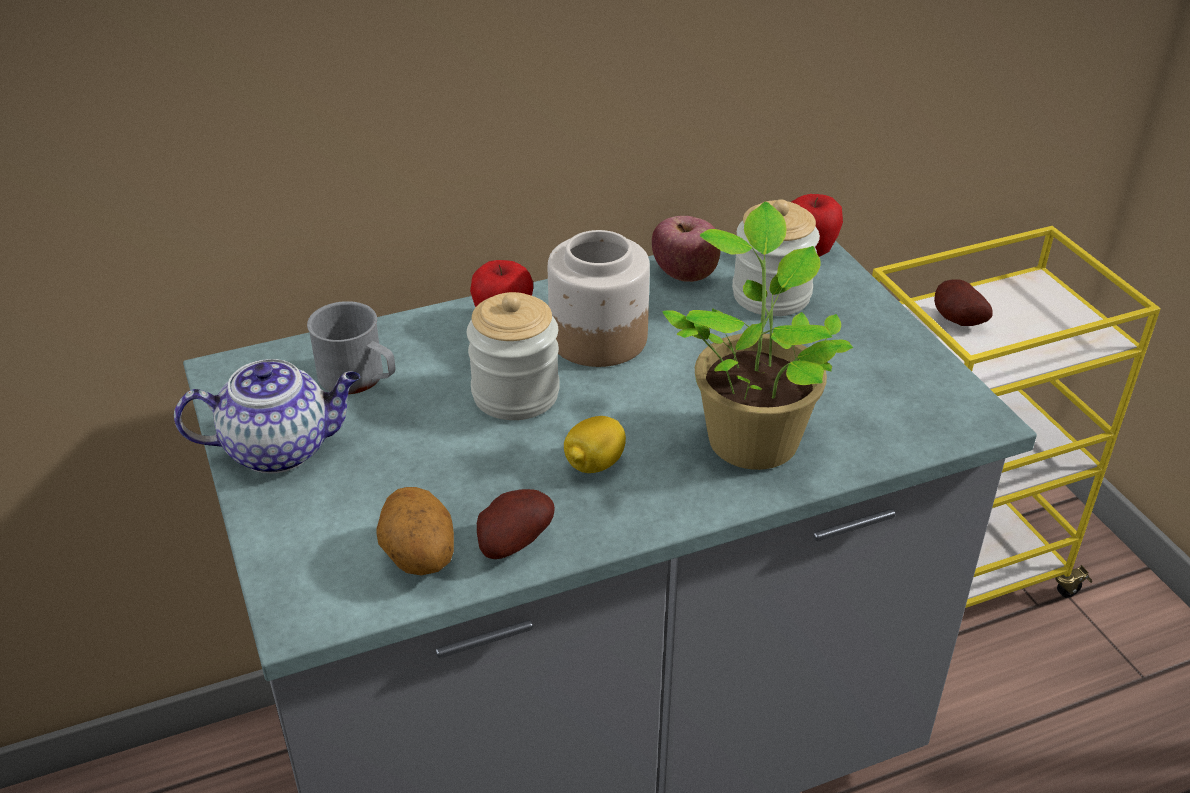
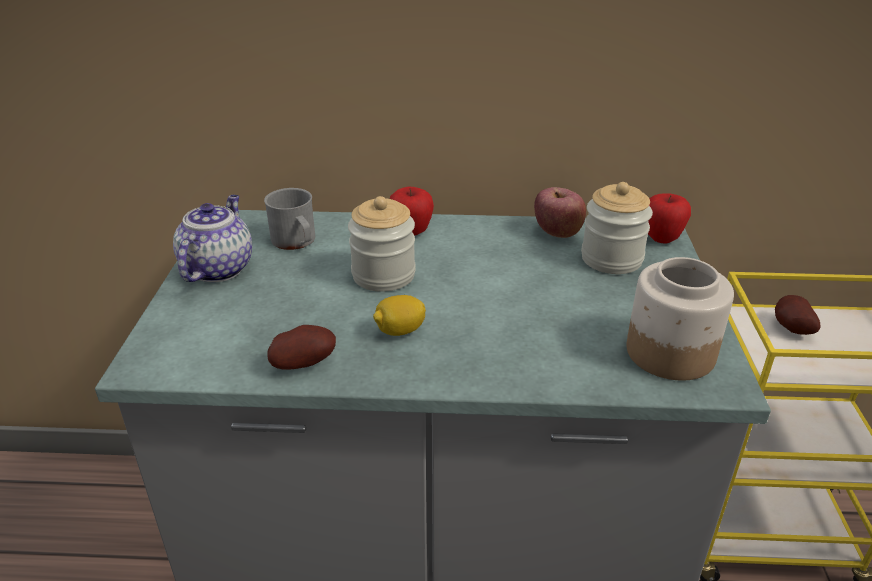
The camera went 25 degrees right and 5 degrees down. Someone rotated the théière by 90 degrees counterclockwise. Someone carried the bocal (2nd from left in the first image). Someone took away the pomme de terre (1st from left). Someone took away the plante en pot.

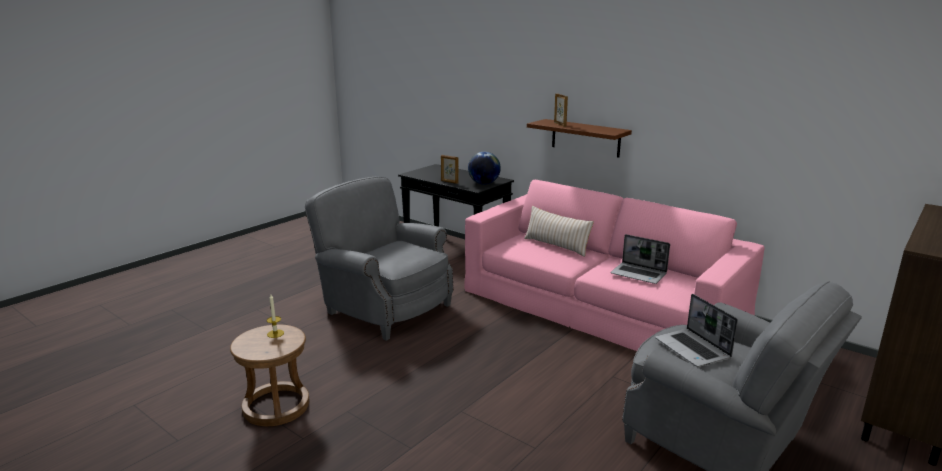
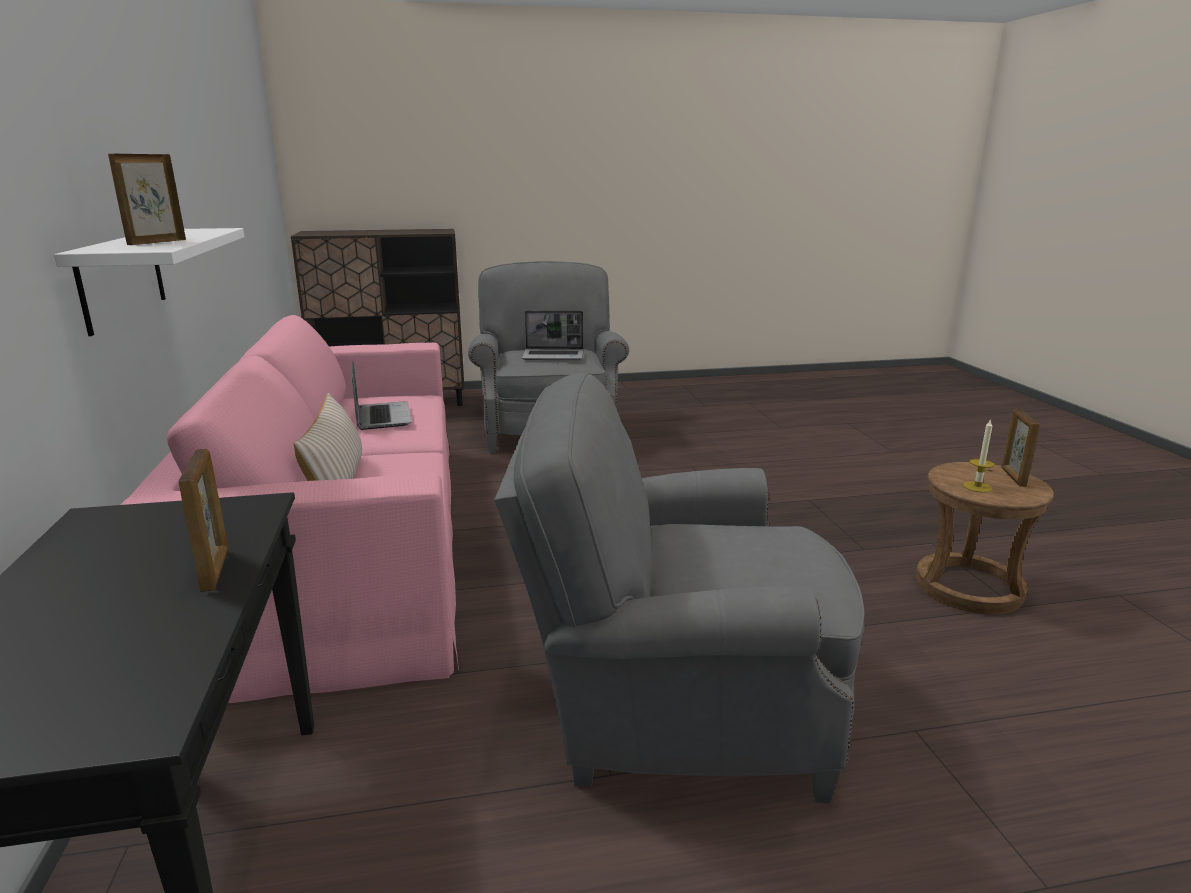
The camera went 140 degrees left and 0 degrees up. Someone repainted the étagère (marron), which became the étagère (blanc). Someone rotated the fauteuil (gris) (1st from left in the first image) by 105 degrees clockwise. Someone rotated the ordinateur portable (2nd from left) by 75 degrees clockwise. Someone put down the cadre photo (3rd from left). Someone took away the globe.

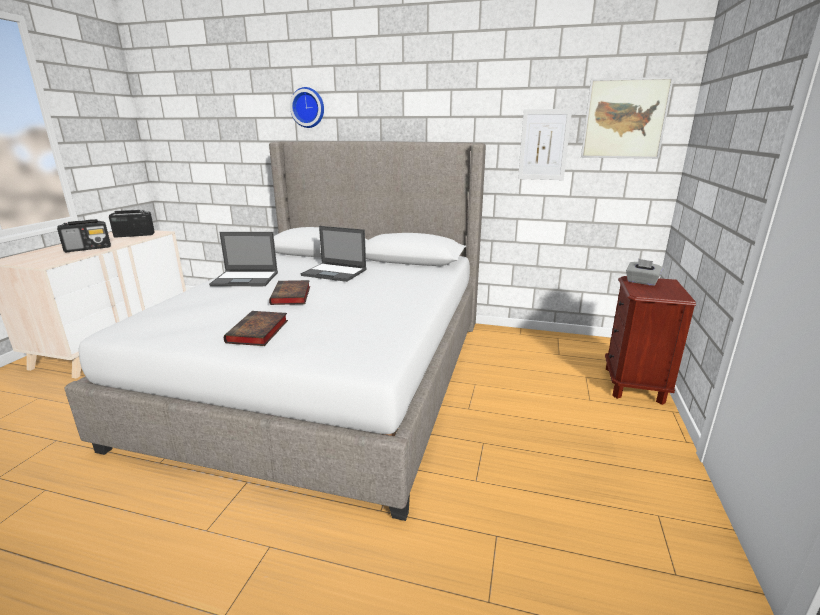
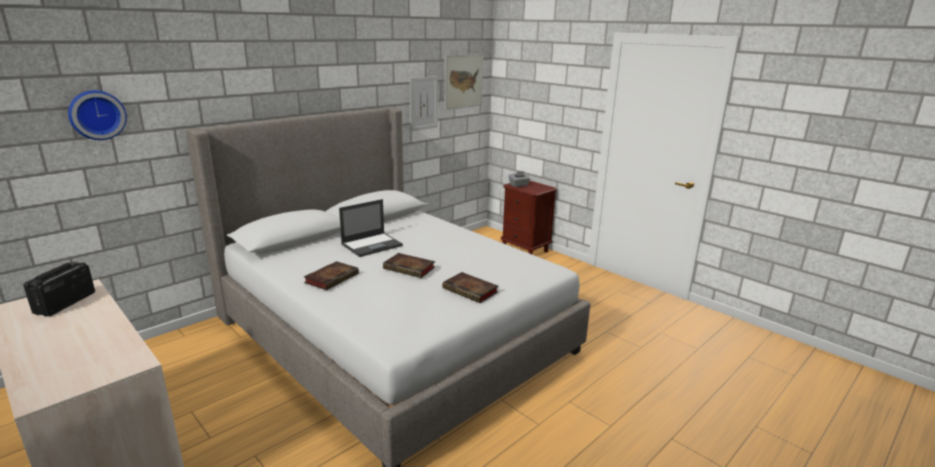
The camera went 60 degrees left and 0 degrees up. Someone carried the horloge murale. Someone swapped the ordinateur portable (1st from left) for the livre (1st from left). Someone took away the radio (1st from left).

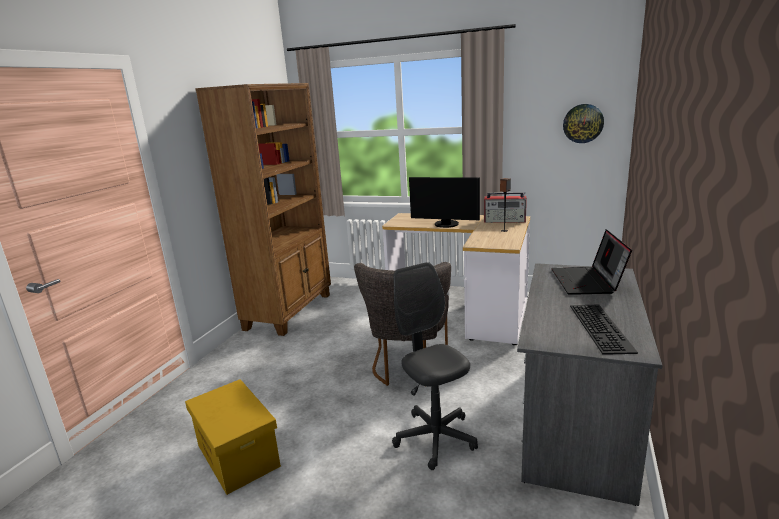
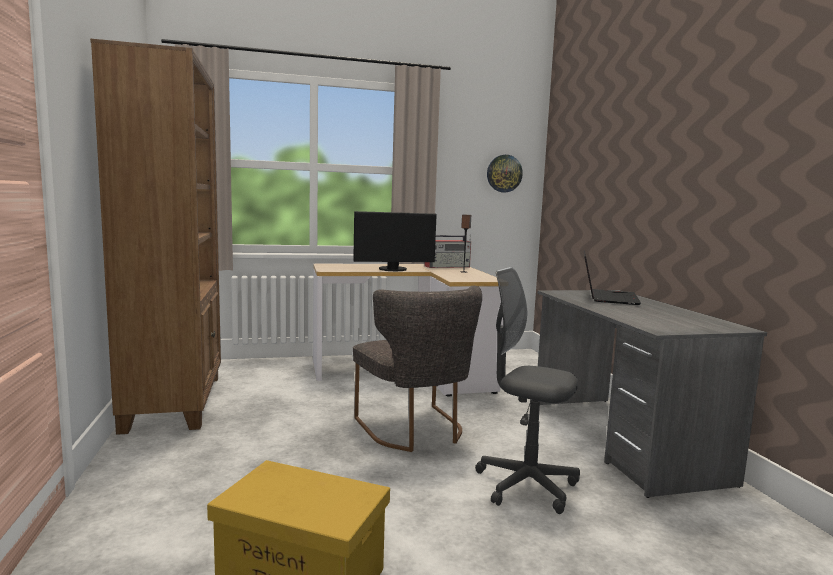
The camera went 35 degrees left and 10 degrees down. Someone rotated the ordinateur portable by 135 degrees counterclockwise. Someone took away the clavier.

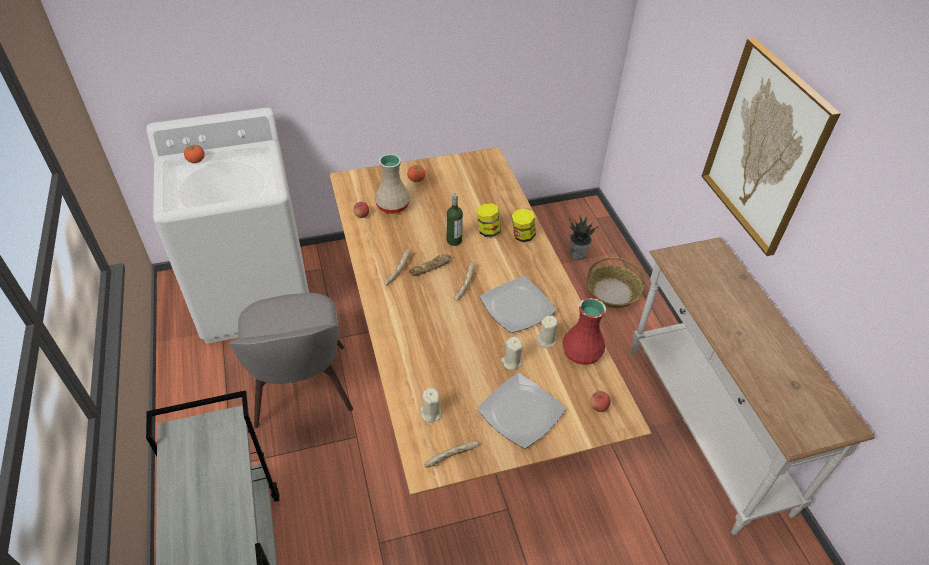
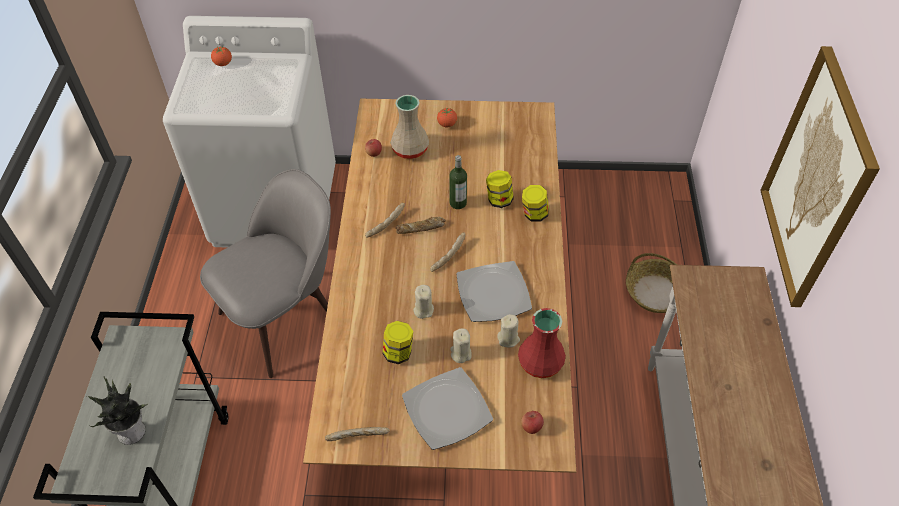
The camera went 20 degrees right and 5 degrees up. Someone carried the plante en pot. Someone rotated the chaise (gris) by 135 degrees counterclockwise. Someone put down the bocal (1st from left). Someone carried the bougie (beige) (1st from left).

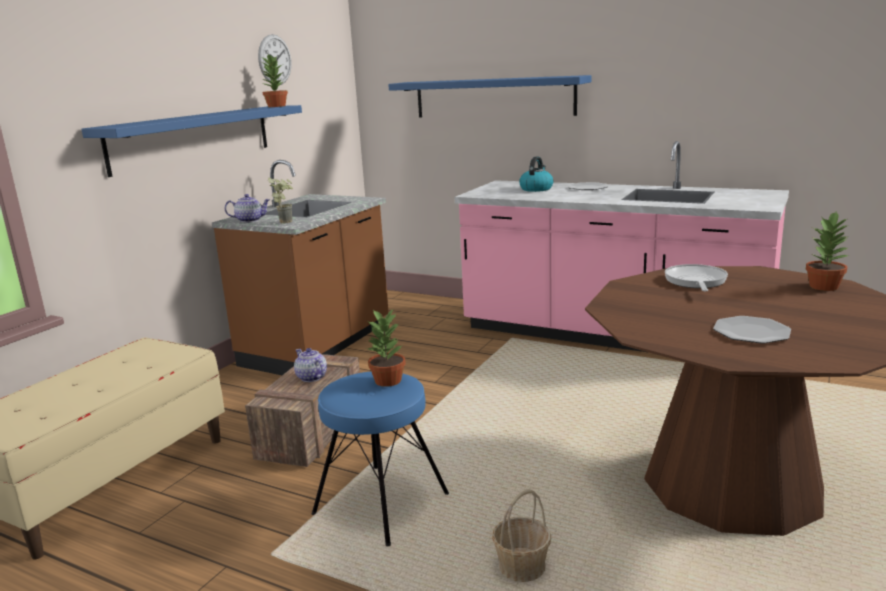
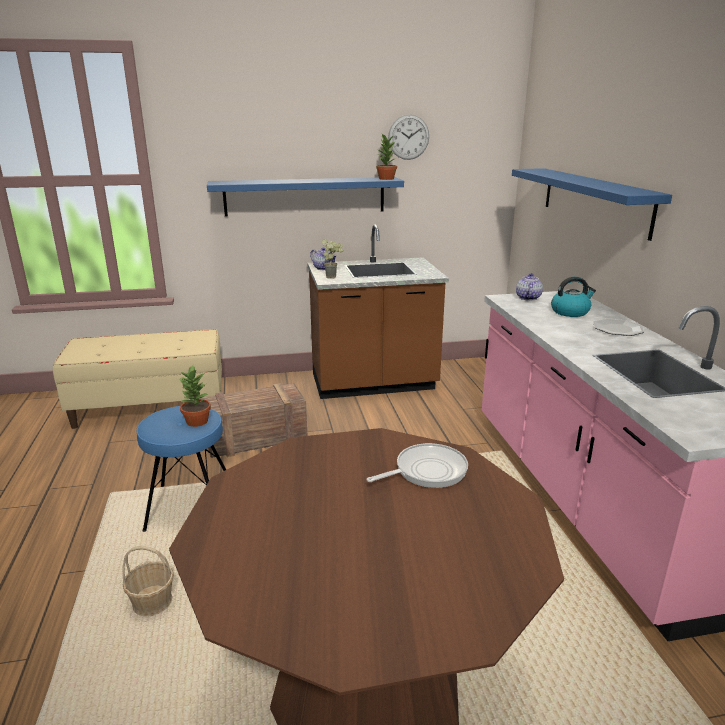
The camera went 50 degrees right and 5 degrees up. Someone carried the théière (2nd from left). Someone took away the assiette (2nd from left). Someone took away the plante en pot (4th from left).

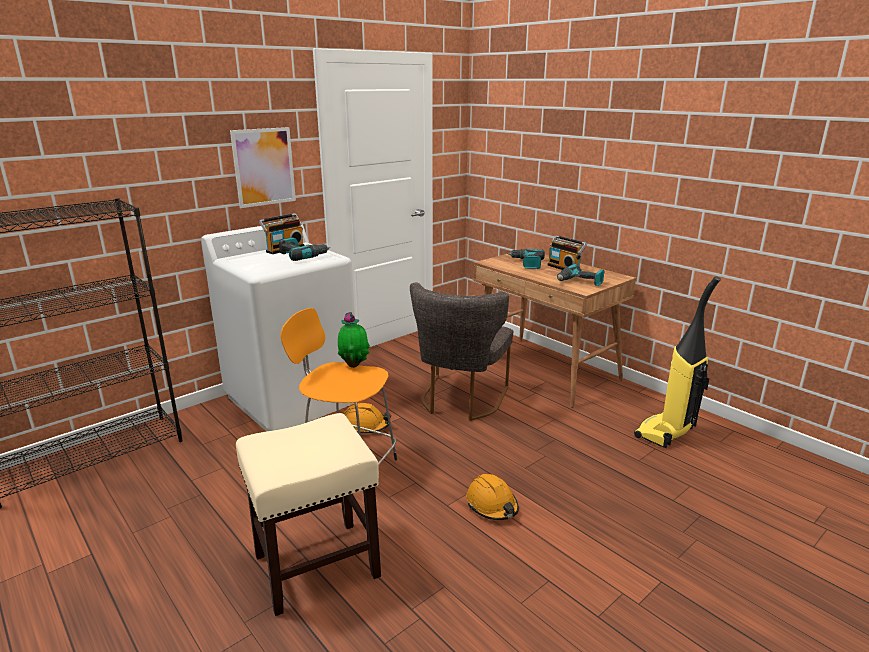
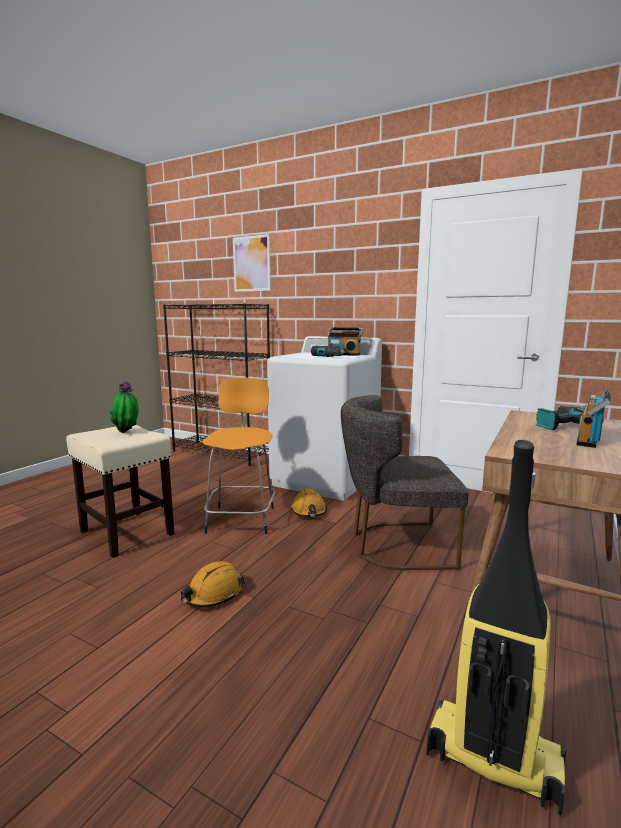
The camera went 70 degrees right and 10 degrees down. Someone carried the plante en pot. Someone carried the tableau. Someone took away the perceuse (3rd from left).

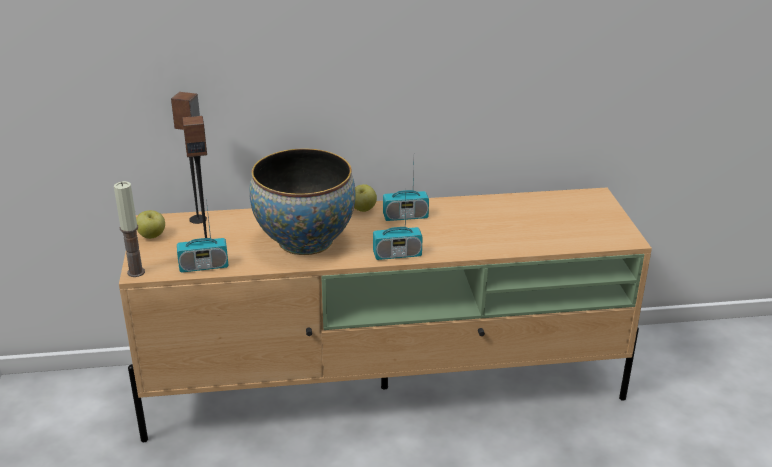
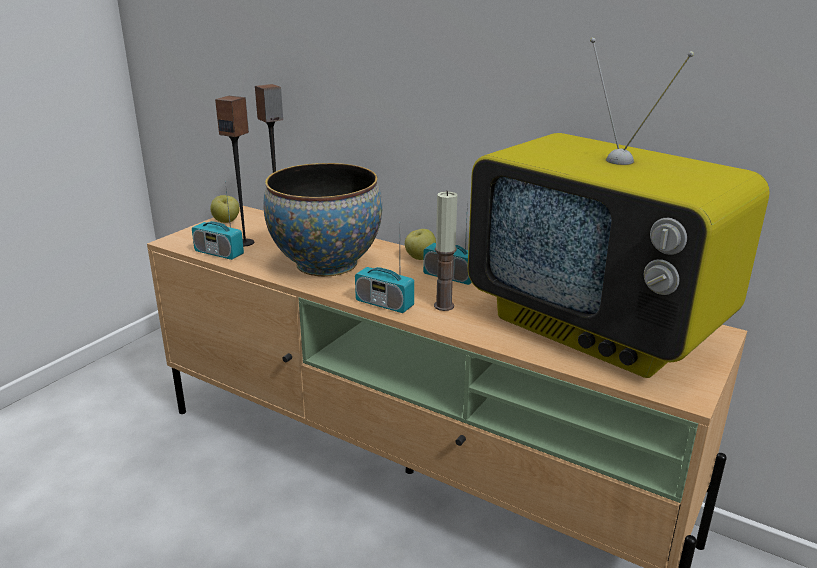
The camera went 40 degrees right and 5 degrees down. Someone carried the bougie. Someone put down the téléviseur.

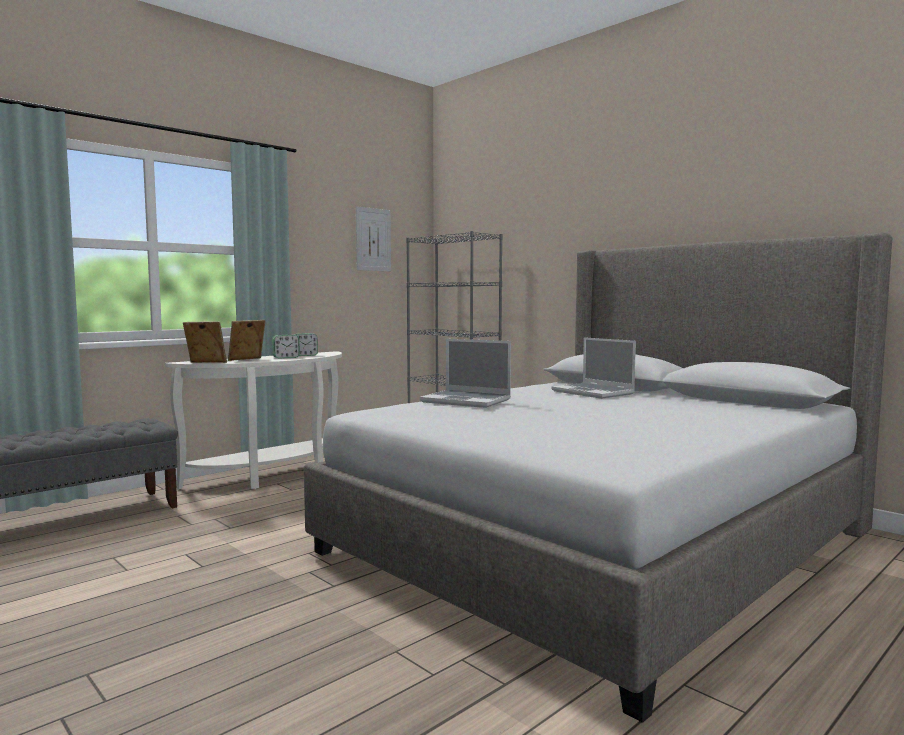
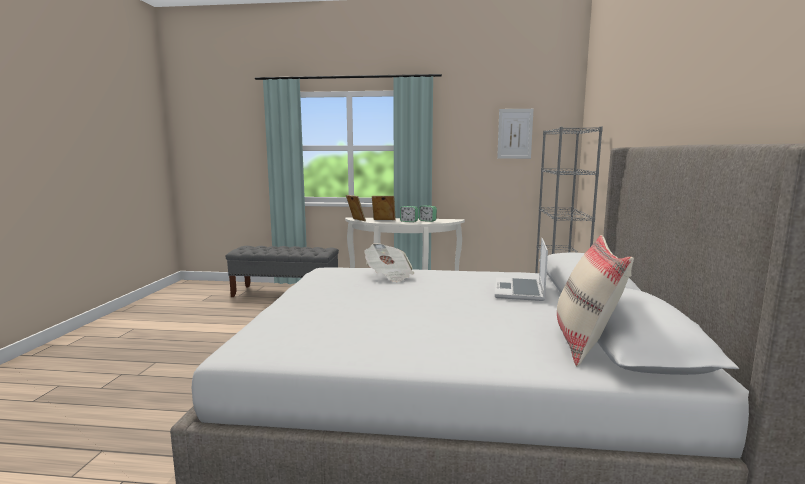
The camera went 50 degrees right and 5 degrees up. Someone swapped the ordinateur portable (1st from left) for the journal. Someone put down the coussin (beige).

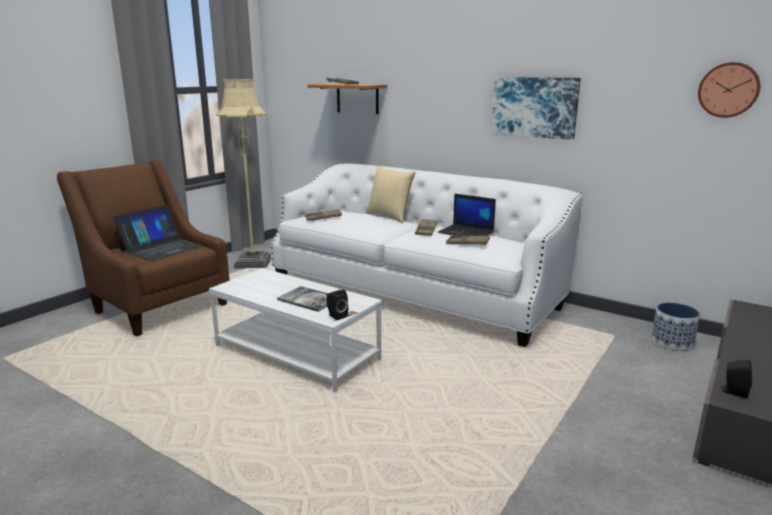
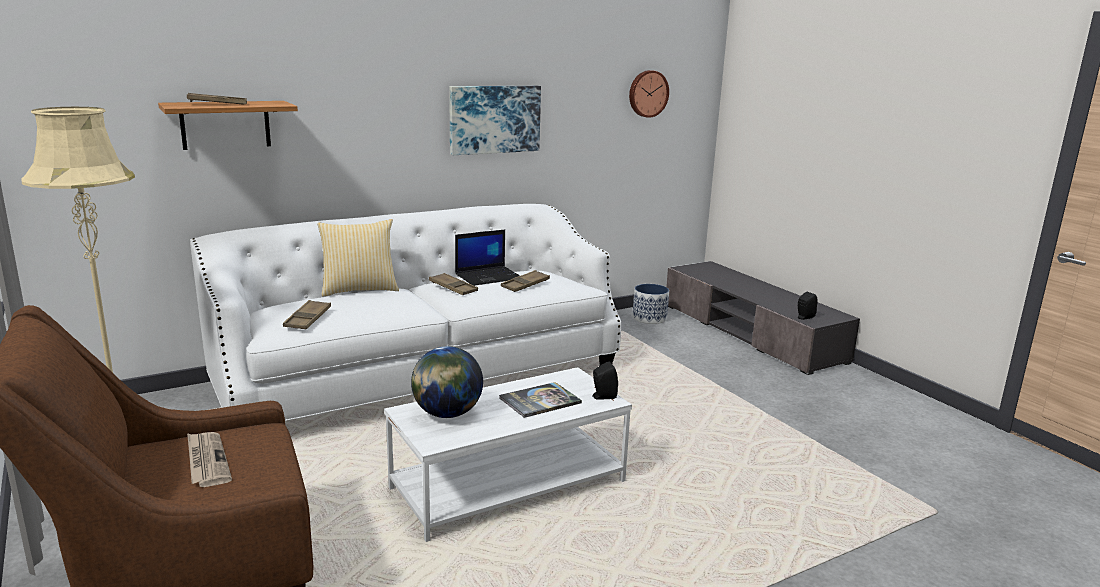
The camera went 65 degrees left and 0 degrees up. Someone swapped the ordinateur portable (1st from left) for the journal. Someone put down the globe.

